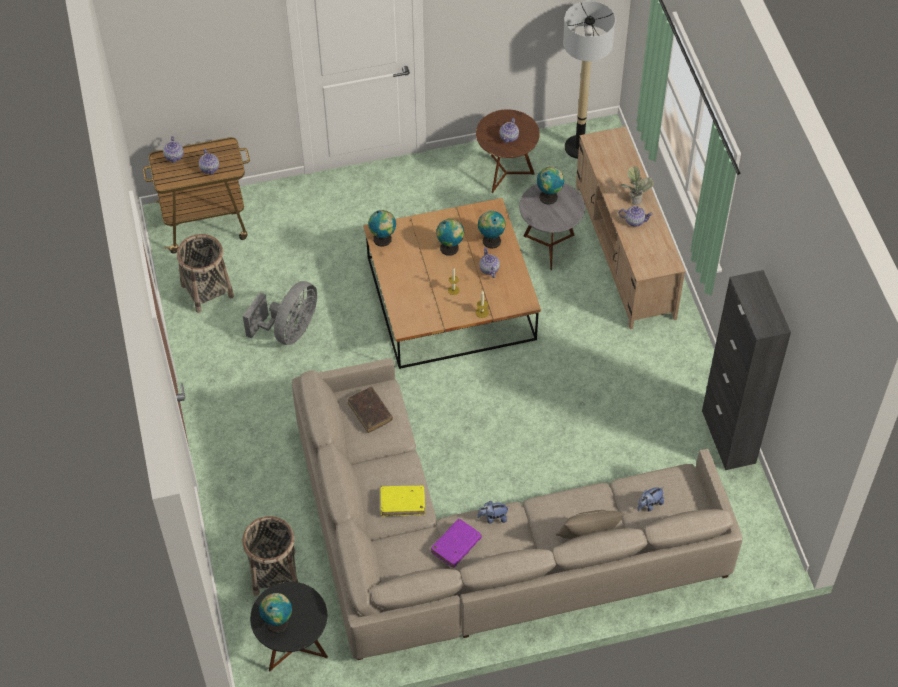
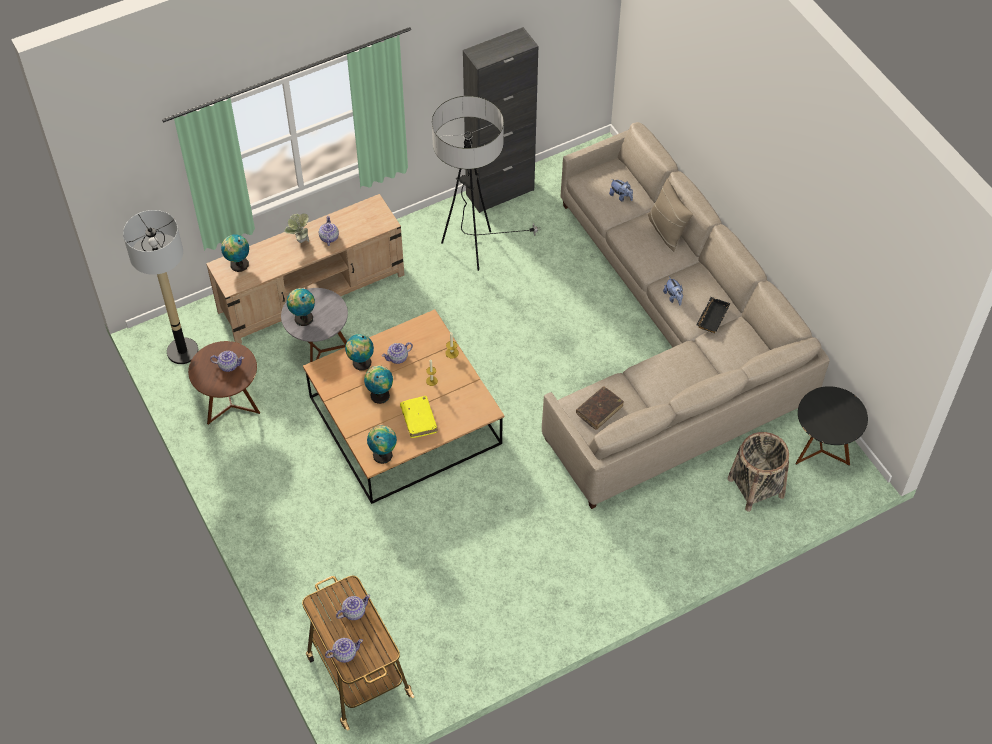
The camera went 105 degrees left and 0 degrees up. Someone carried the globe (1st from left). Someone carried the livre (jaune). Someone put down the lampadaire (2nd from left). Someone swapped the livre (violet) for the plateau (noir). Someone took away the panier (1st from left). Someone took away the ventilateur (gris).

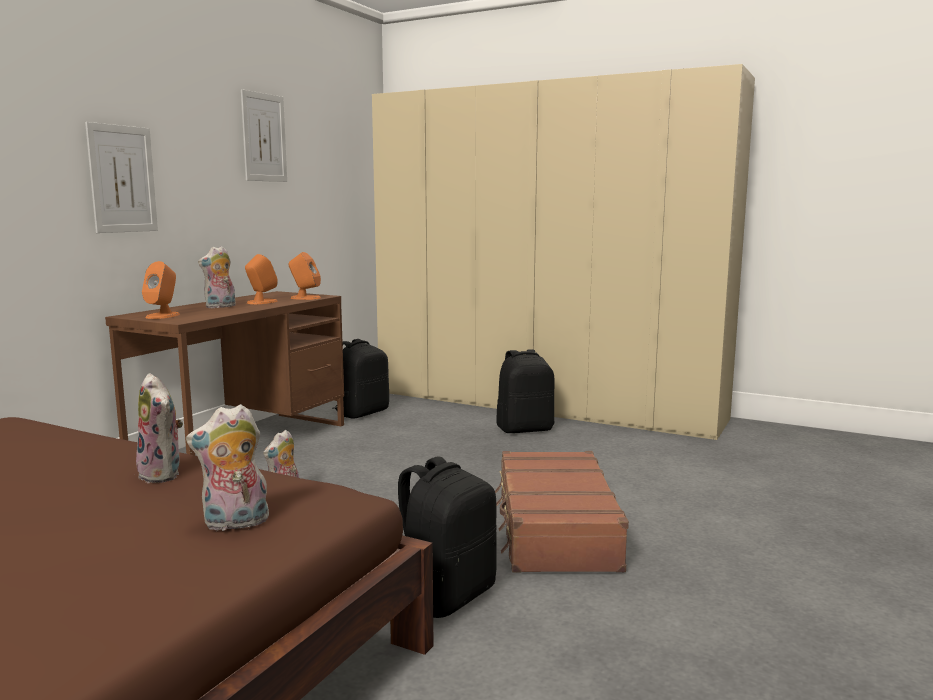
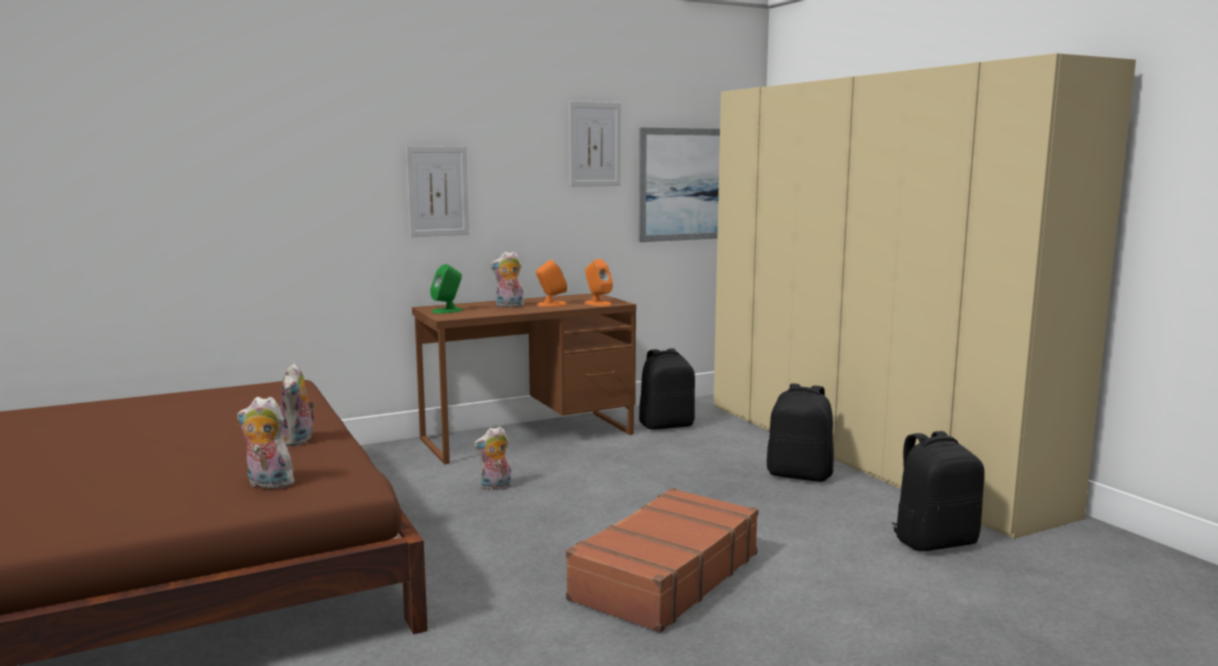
The camera went 35 degrees right and 0 degrees up. Someone repainted the enceinte (orange) (1st from left), which became the enceinte (vert). Someone put up the tableau (3rd from left). Someone carried the sac à dos (noir) (2nd from left in the first image).

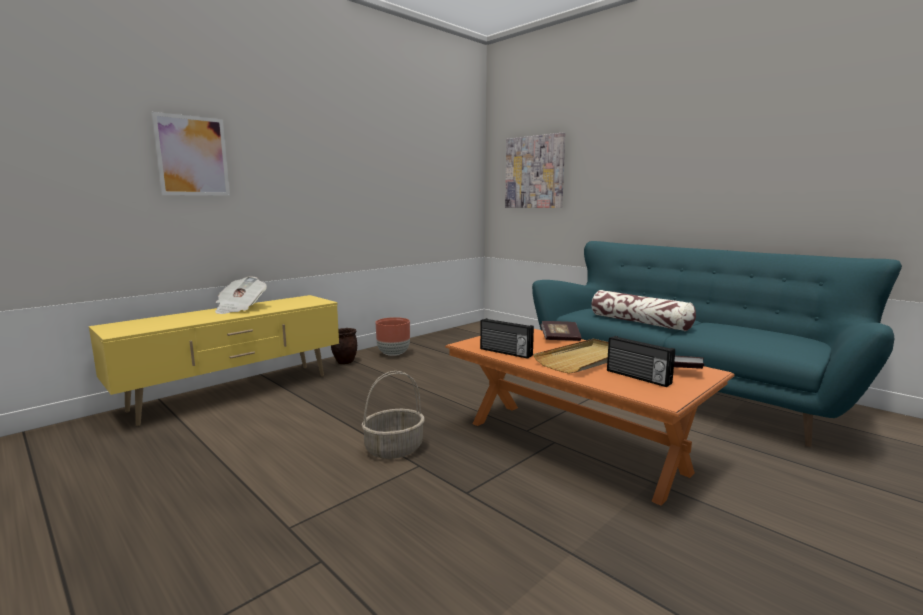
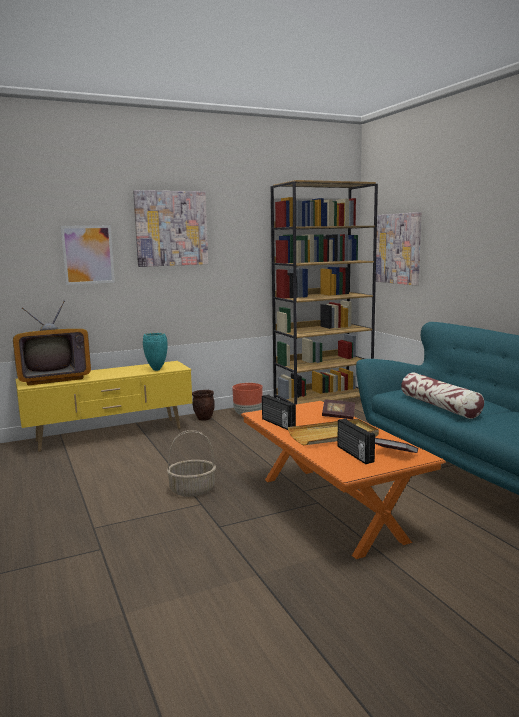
The camera went 20 degrees right and 0 degrees up. Someone put down the téléviseur. Someone put up the tableau (2nd from left). Someone put down the vase (turquoise). Someone put down the bibliothèque (marron). Someone took away the journal.

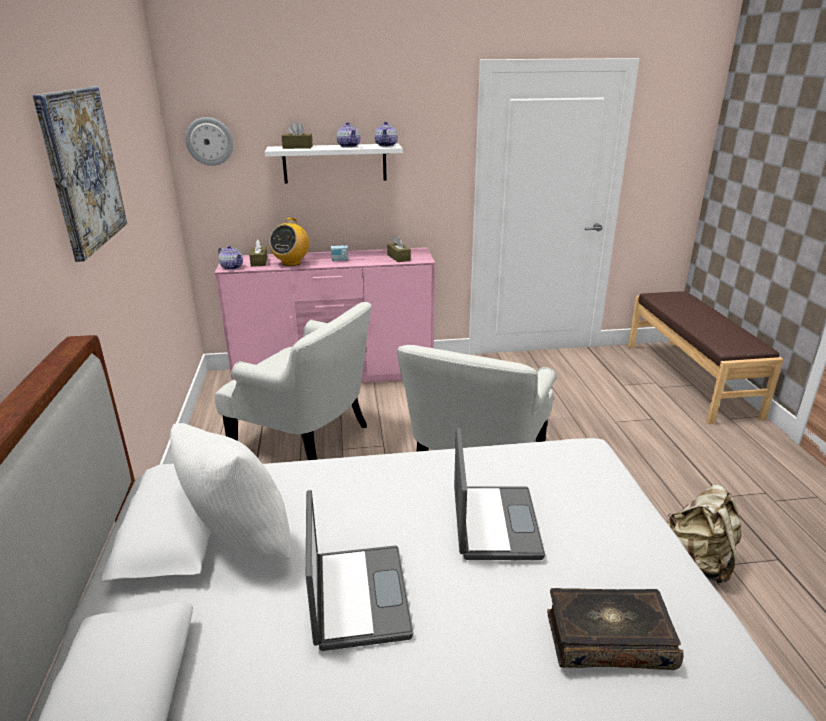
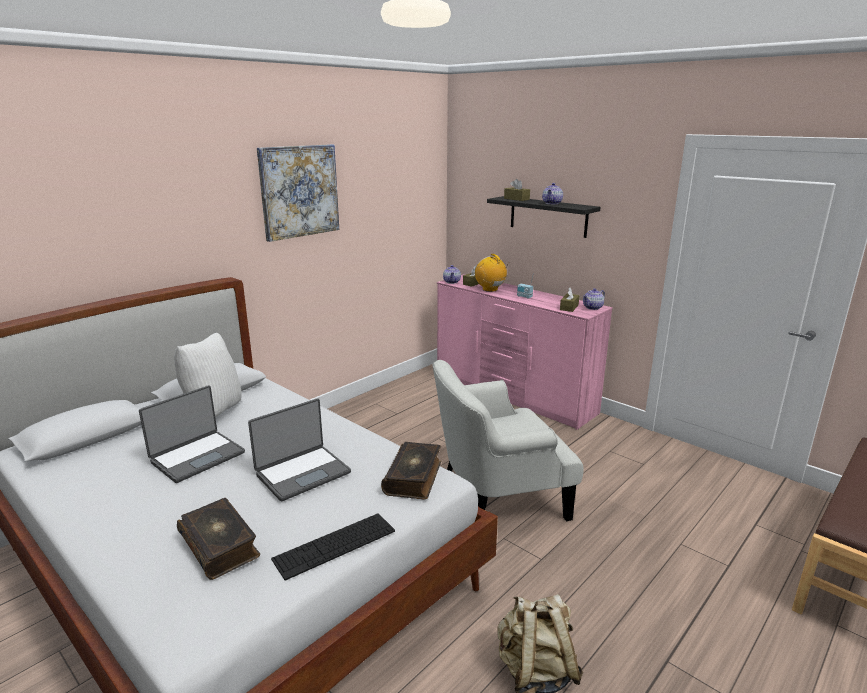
The camera went 50 degrees right and 5 degrees down. Someone put down the clavier. Someone put down the livre (2nd from left). Someone rotated the radio (1st from left) by 75 degrees clockwise. Someone repainted the étagère (blanc), which became the étagère (noir). Someone carried the théière (3rd from left). Someone took away the horloge murale. Someone took away the fauteuil (blanc) (1st from left).

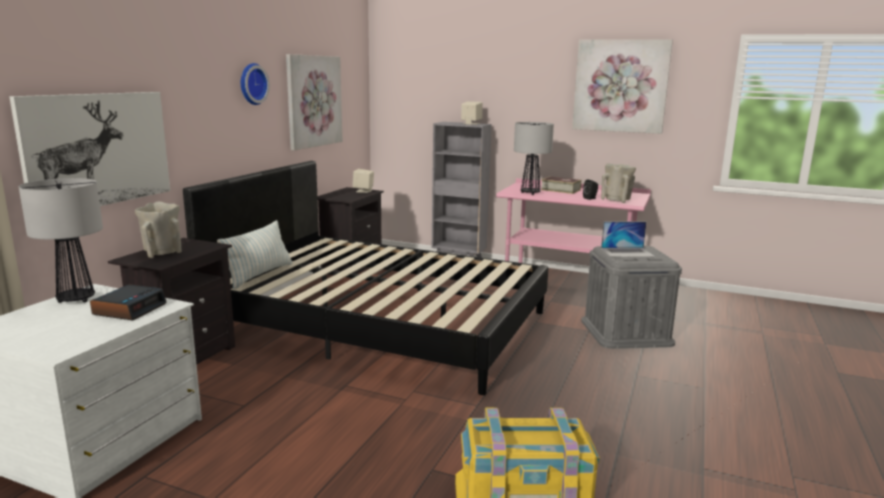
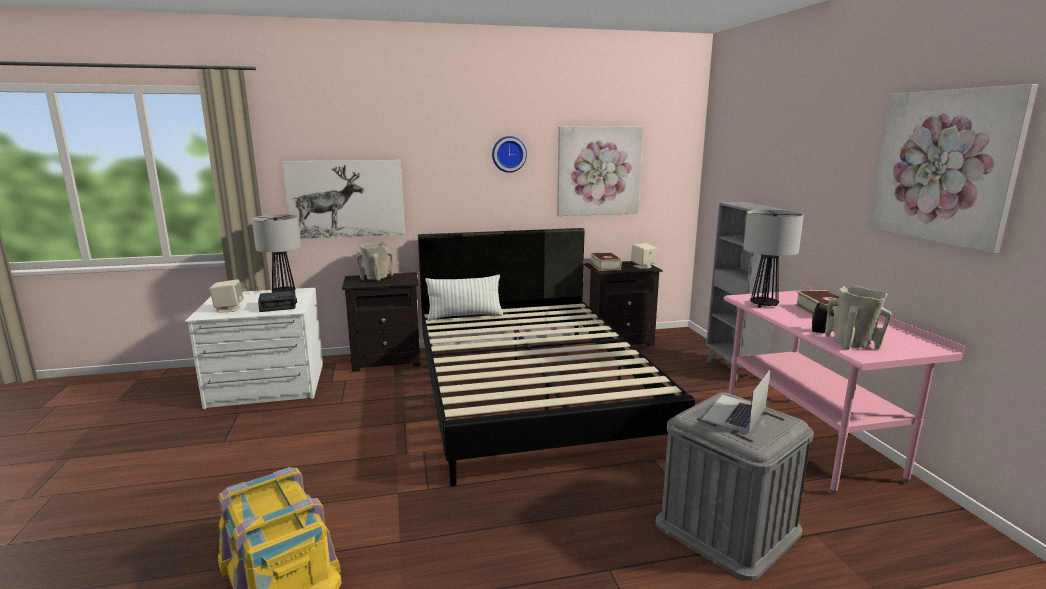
The camera went 55 degrees right and 0 degrees up. Someone carried the enceinte (beige) (2nd from left in the first image). Someone put down the livre (1st from left). Someone rotated the ordinateur portable by 75 degrees clockwise.

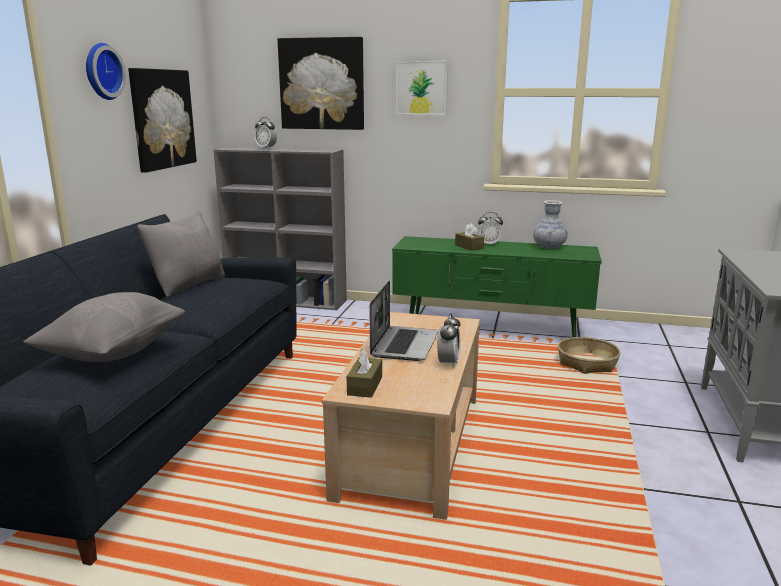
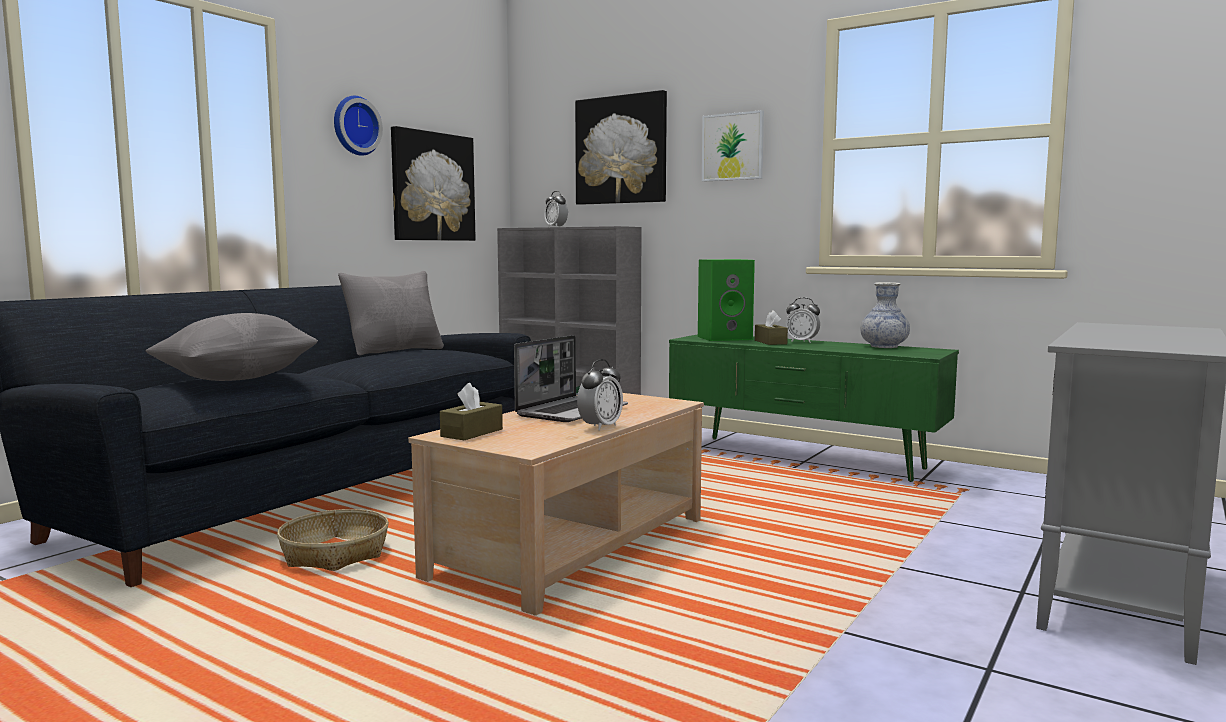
The camera went 20 degrees right and 10 degrees down. Someone carried the panier. Someone put down the enceinte (vert).

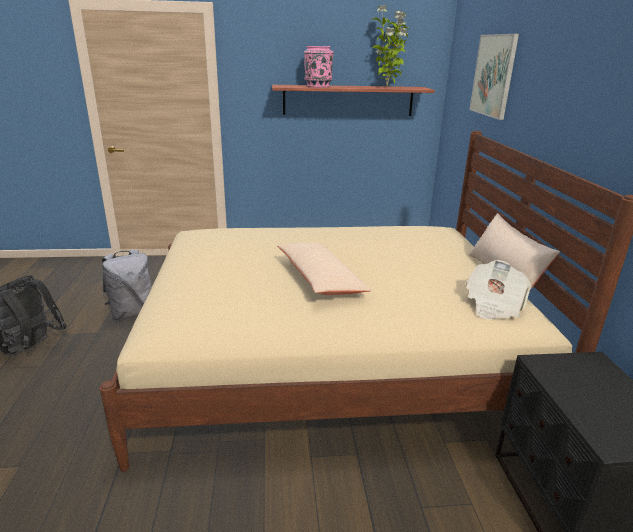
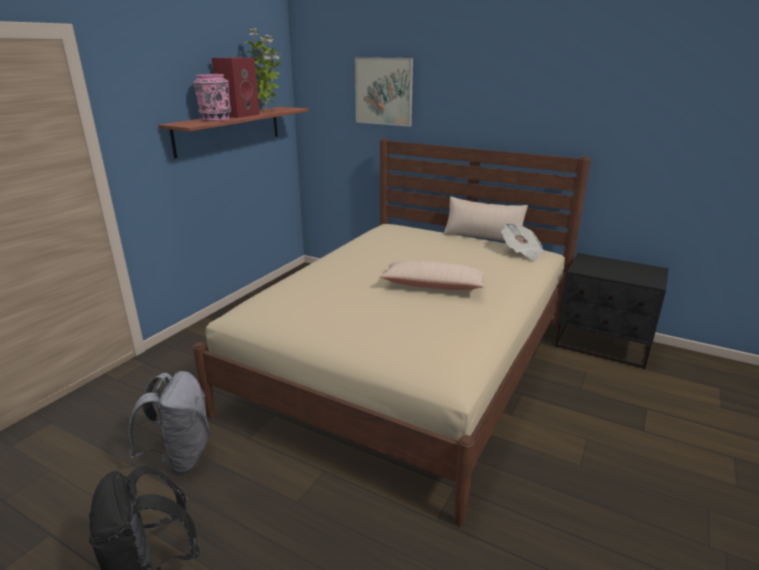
The camera went 55 degrees left and 0 degrees up. Someone put down the enceinte (rouge).

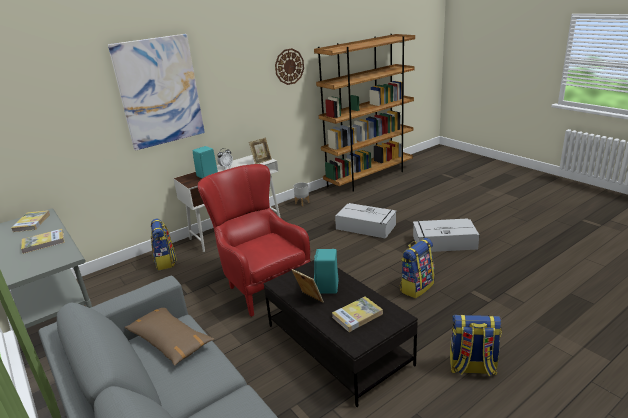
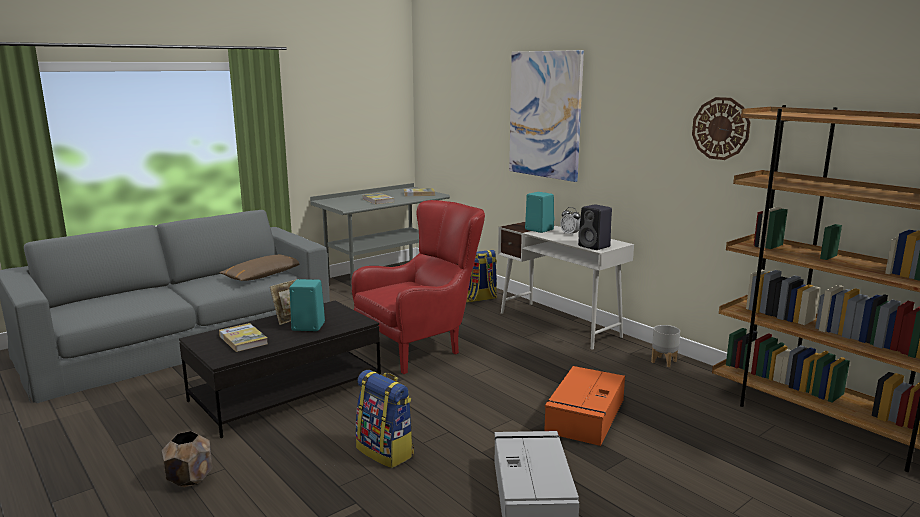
The camera went 85 degrees right and 10 degrees down. Someone swapped the sac à dos (3rd from left) for the cache-pot (marron). Someone repainted the boîte de rangement (gris) (1st from left), which became the boîte de rangement (orange). Someone swapped the cadre photo (1st from left) for the enceinte (noir).

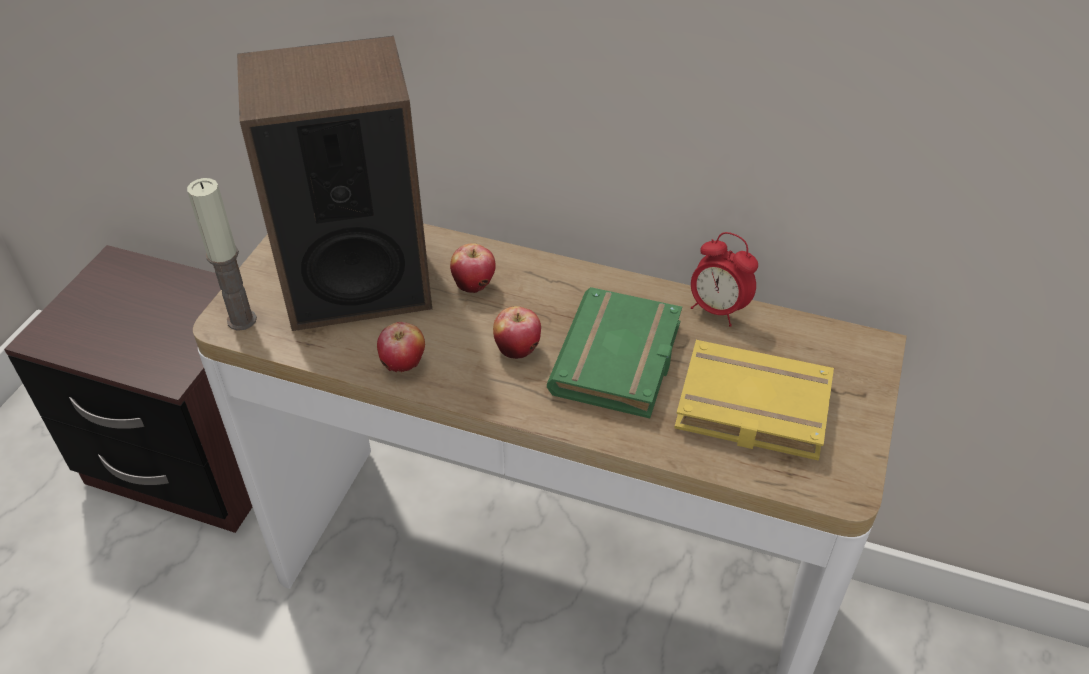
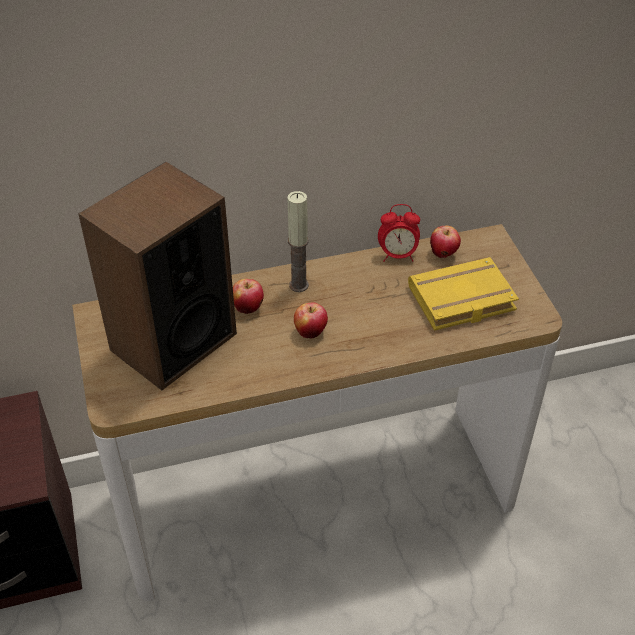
The camera went 35 degrees left and 0 degrees up. Someone carried the bougie. Someone carried the pomme (1st from left in the first image). Someone took away the livre (vert).

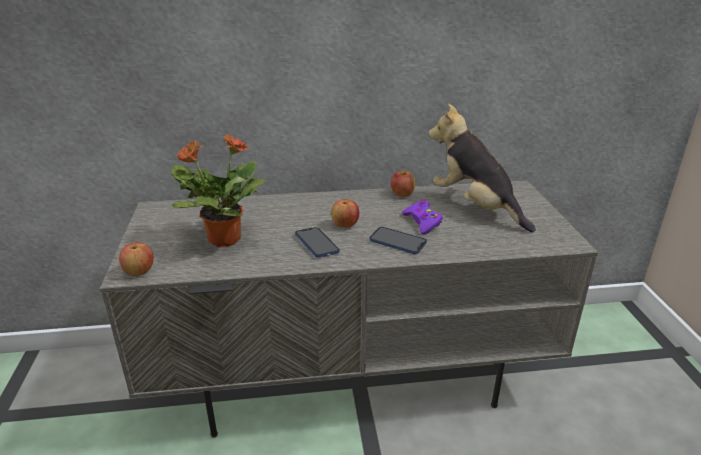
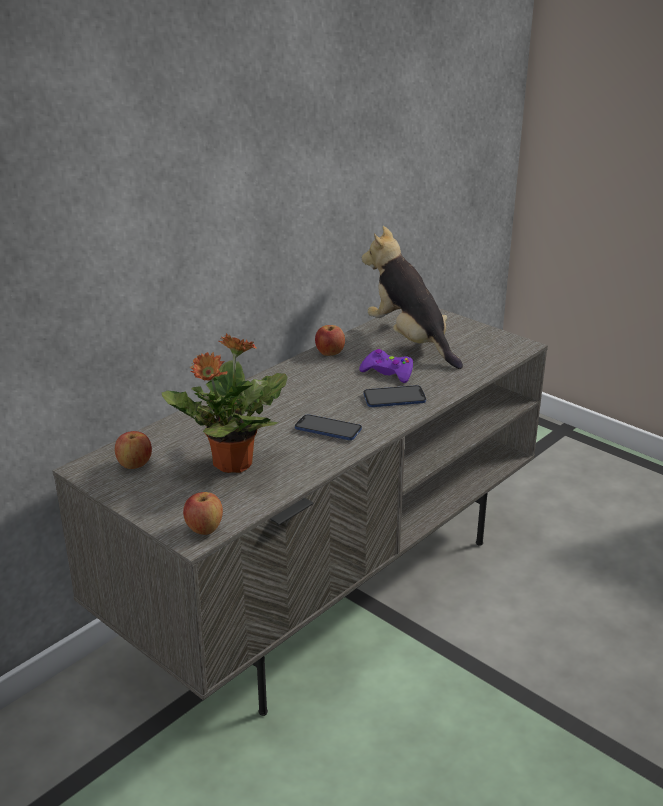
The camera went 40 degrees left and 0 degrees up. Someone carried the pomme (2nd from left in the first image). Someone rotated the peluche by 45 degrees clockwise.

